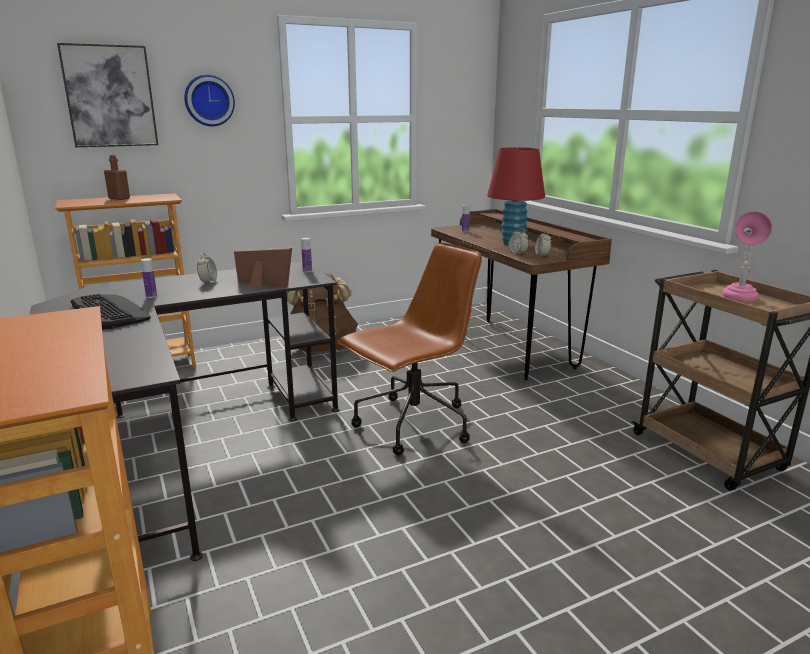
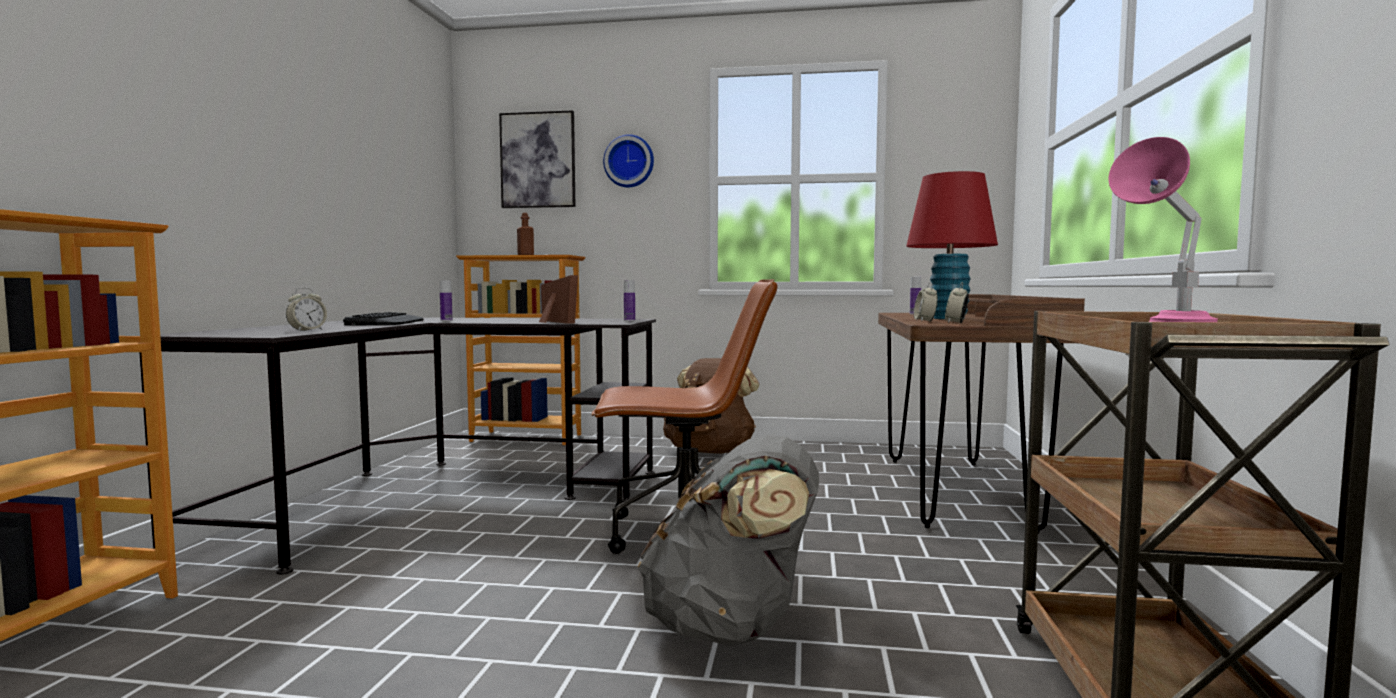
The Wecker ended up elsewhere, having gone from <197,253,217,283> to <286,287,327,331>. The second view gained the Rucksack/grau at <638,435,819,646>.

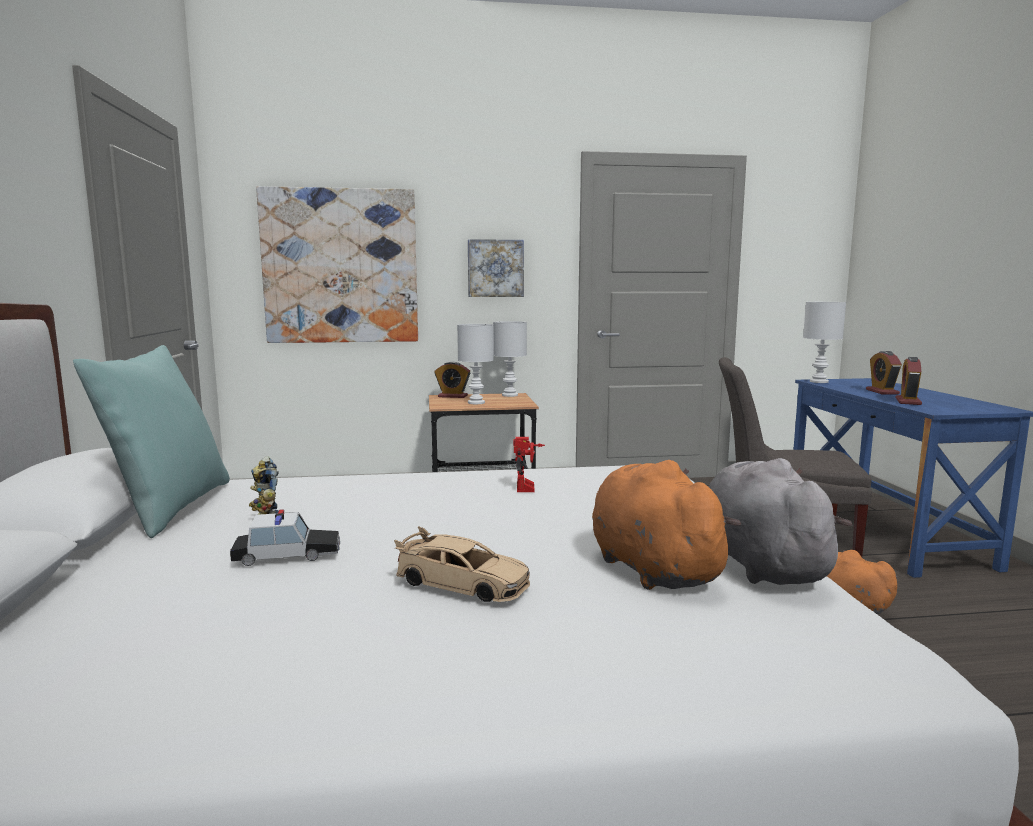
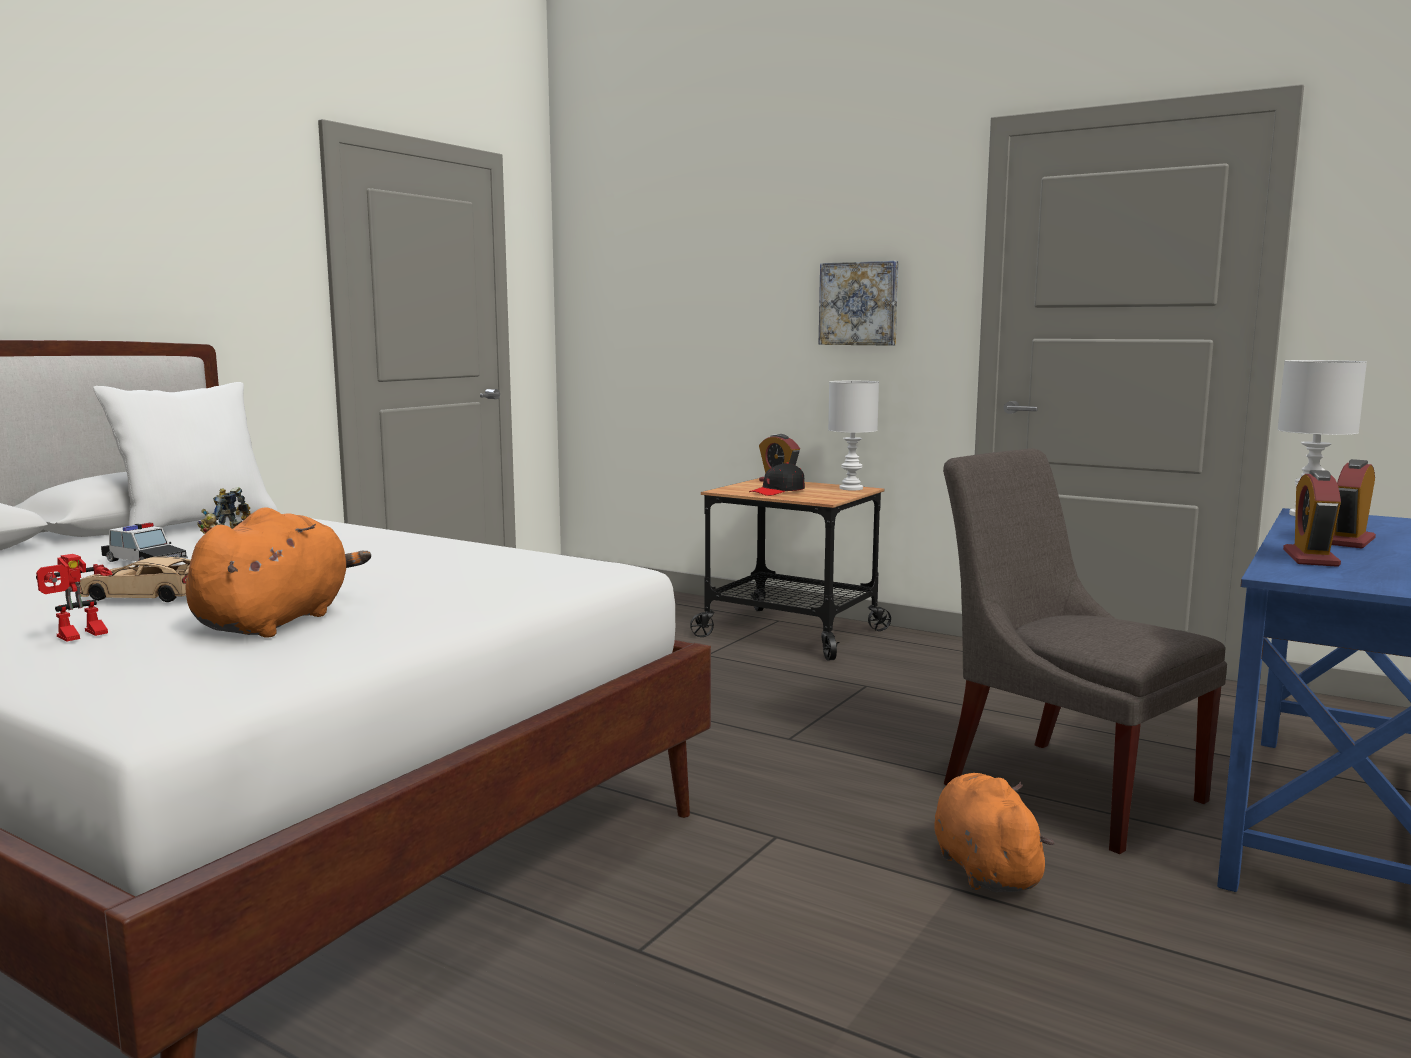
The second view lost the Bild at <256,186,418,343>. Where the Tischlampe/weiß stood at <457,324,494,404>, the Kappe/schwarz came to stand at <749,463,805,496>. What was the Kissen/türkis at <73,345,230,538> turned into the Kissen/weiß at <93,382,278,527>. The Wecker at <896,357,922,405> ended up facing another way, 45 degrees counterclockwise from before. The Spielzeugroboter ended up elsewhere, having gone from <513,437,545,492> to <36,554,112,642>. The second view lost the Plüschtier/grau at <709,458,852,585>. The Spielzeugauto/beige at <394,526,530,602> ended up facing another way, 120 degrees clockwise from before.

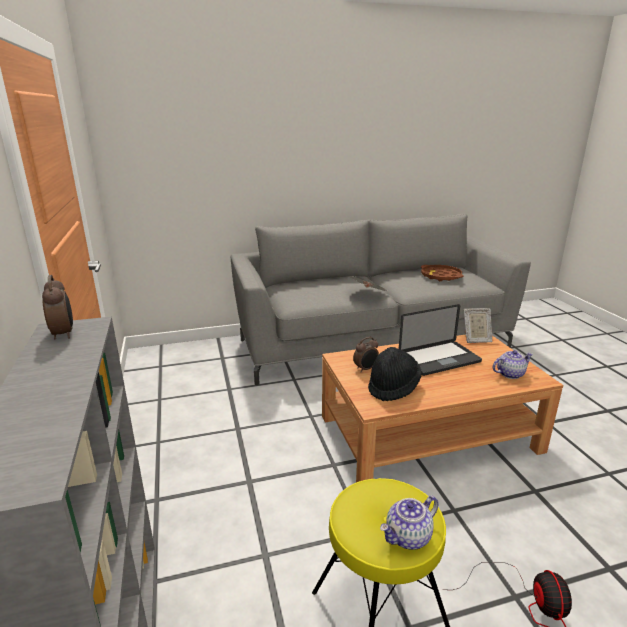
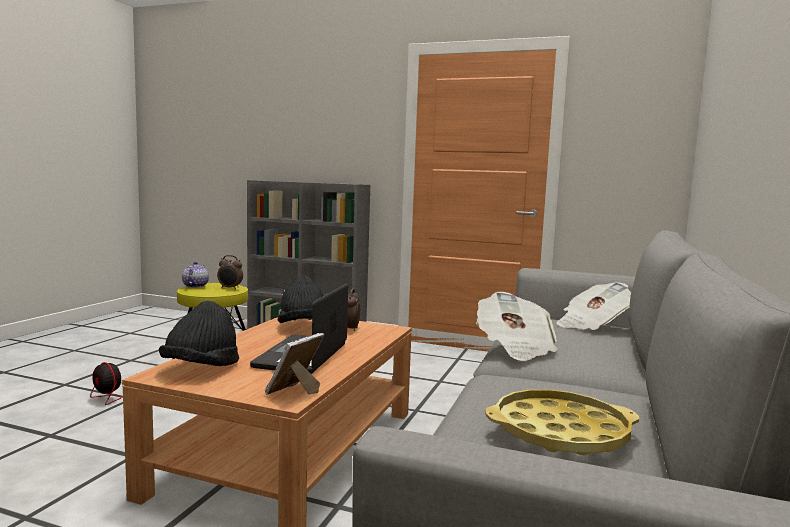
What was the Tablett/braun at <421,265,464,281> turned into the Tablett/gelb at <485,389,639,455>. The Wecker ended up elsewhere, having gone from <42,275,73,339> to <217,255,243,290>. Where the Teekanne stood at <493,350,533,379>, the Hut/schwarz came to stand at <159,301,239,366>. The second view gained the Zeitung at <556,282,631,330>.

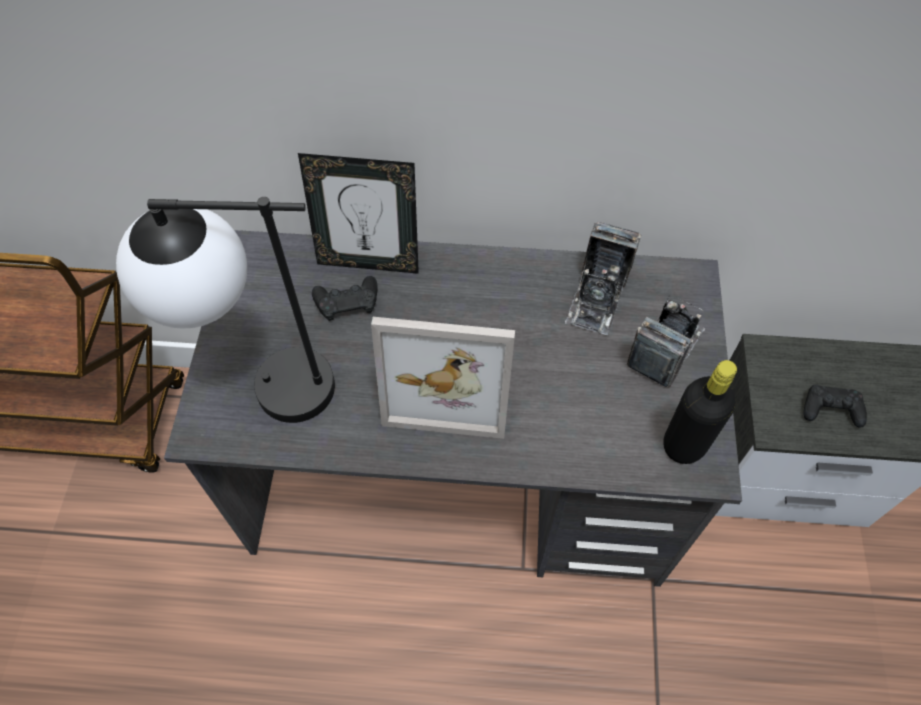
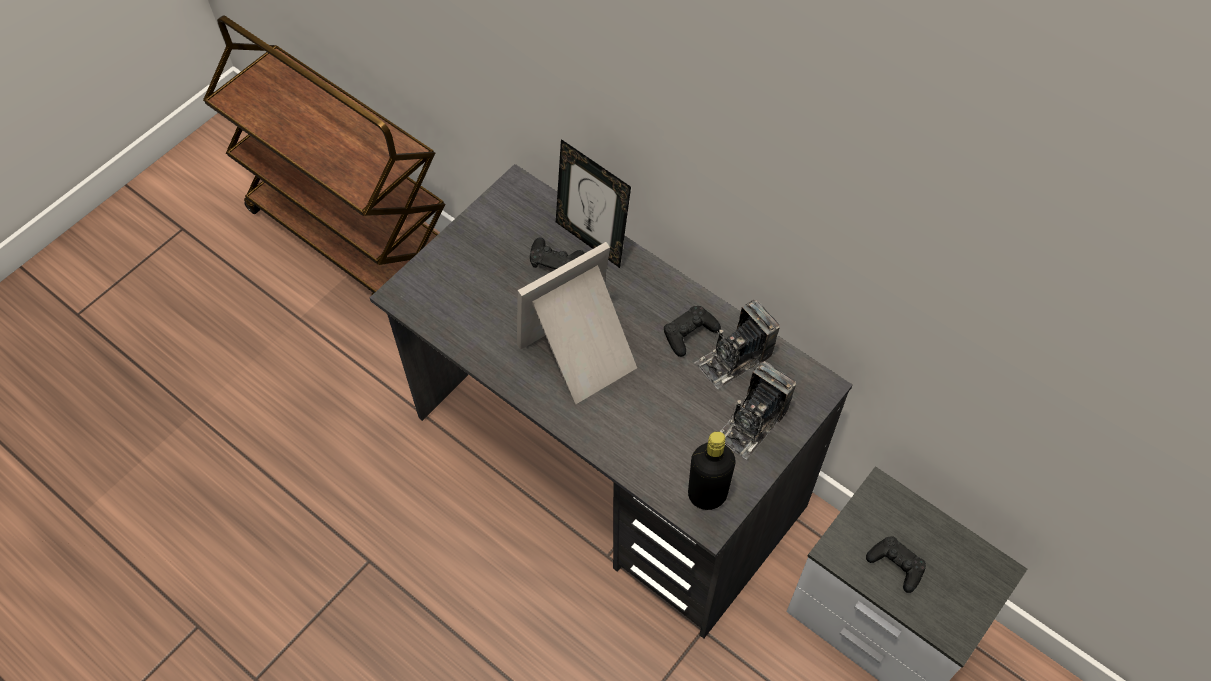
The second view lost the Tischlampe at <116,197,335,423>. The Kamera at <627,295,705,388> ended up facing another way, 150 degrees clockwise from before. The Bilderrahmen at <371,317,515,439> ended up facing another way, 105 degrees clockwise from before. The second view gained the Gamepad/schwarz at <664,306,721,357>.

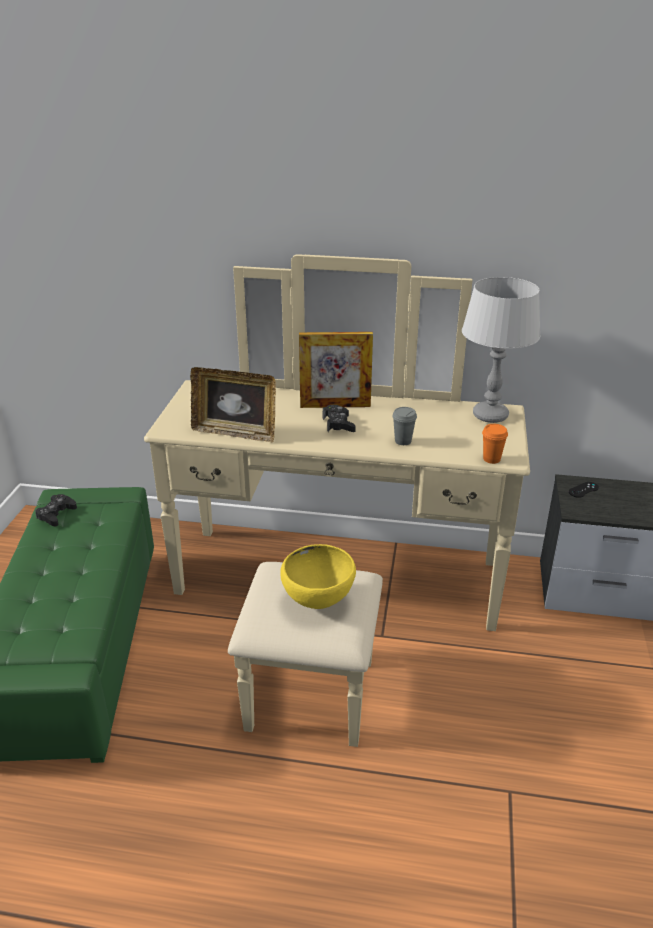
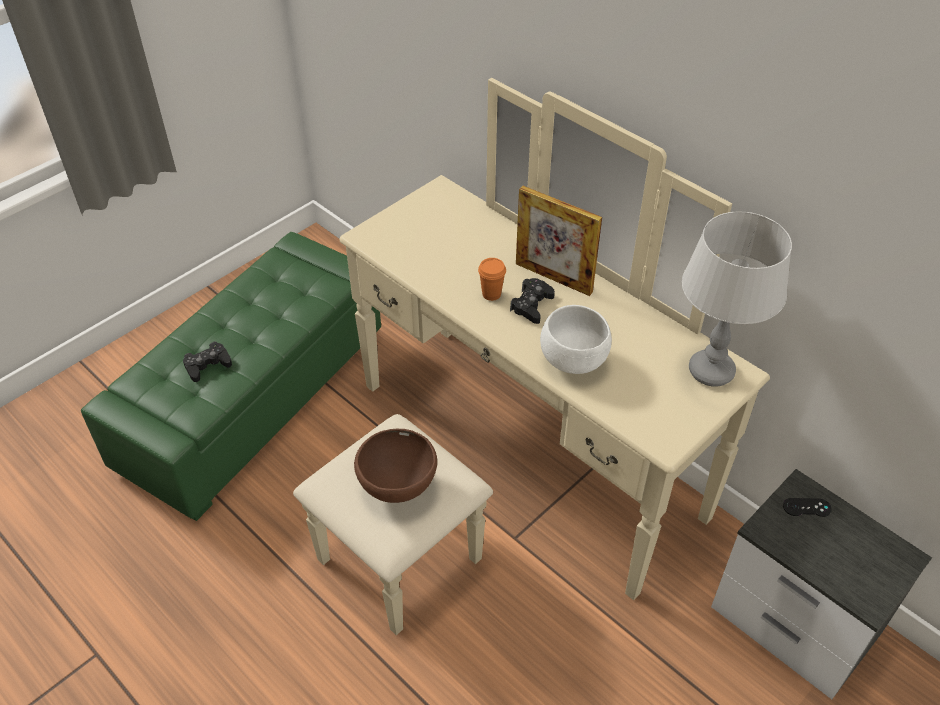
The second view lost the Bilderrahmen at <190,367,276,442>. Where the Tasse/grau stood at <392,407,417,445>, the Schüssel/weiß came to stand at <540,305,612,374>. The Tasse/orange ended up elsewhere, having gone from <482,424,508,464> to <478,258,506,301>. The Gamepad/schwarz ended up elsewhere, having gone from <35,494,77,526> to <183,342,232,382>. What was the Schüssel/gelb at <280,544,356,609> turned into the Schüssel/braun at <354,429,437,503>.

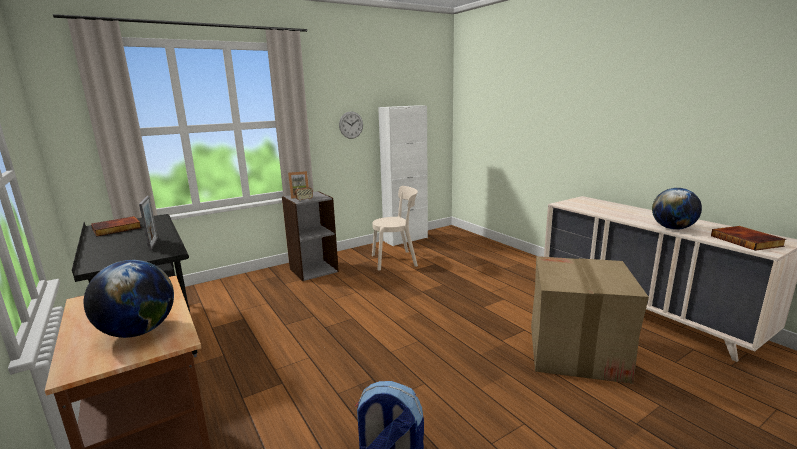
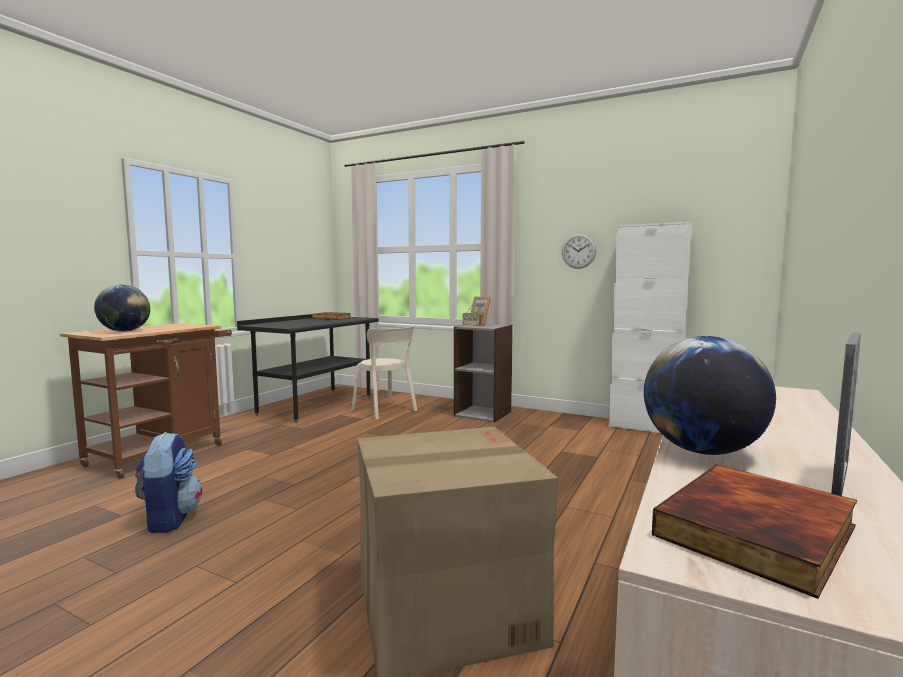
The Stuhl/beige ended up elsewhere, having gone from <372,186,418,271> to <351,326,418,420>. The Bilderrahmen ended up elsewhere, having gone from <139,196,158,251> to <831,332,861,496>.

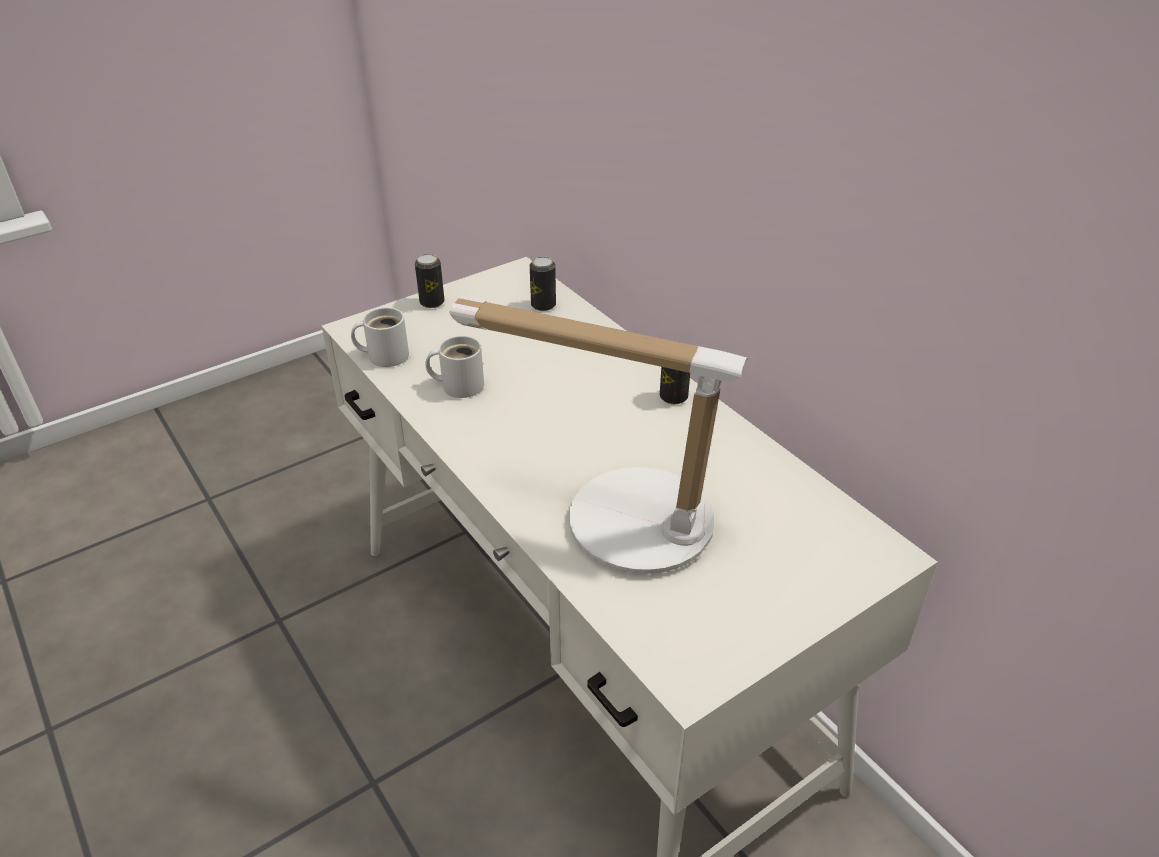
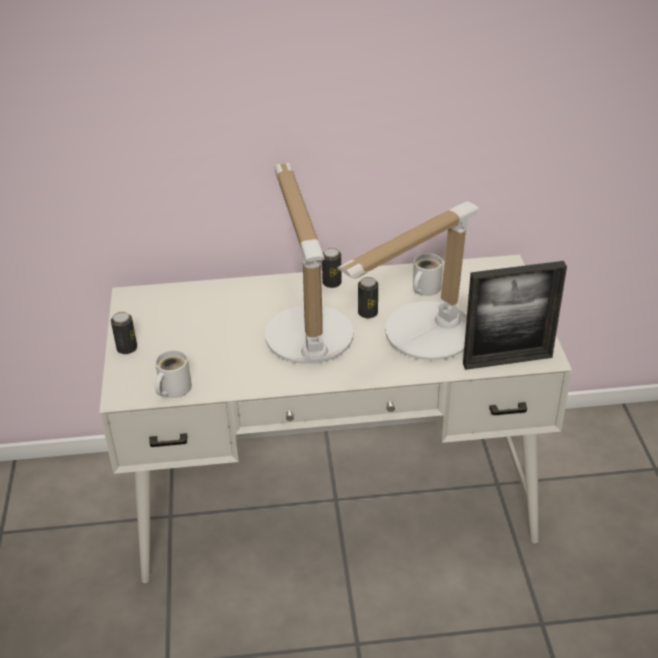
The Dose ended up elsewhere, having gone from <530,257,556,311> to <358,277,378,319>. The Henkelbecher/weiß ended up elsewhere, having gone from <425,336,484,398> to <413,253,443,296>. The second view gained the Tischlampe at <265,163,354,364>. The second view gained the Bilderrahmen at <463,261,567,370>.

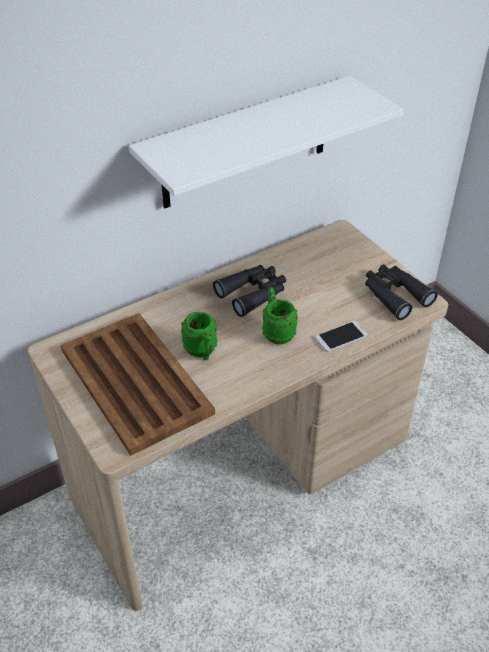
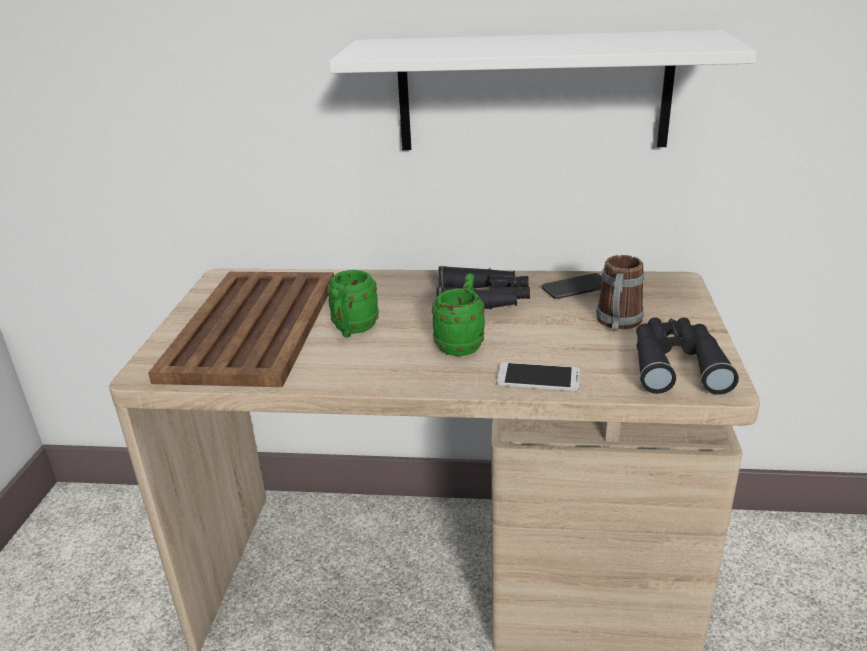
The second view gained the Henkelbecher at <596,255,644,331>. The second view gained the Handy at <542,273,602,299>.

